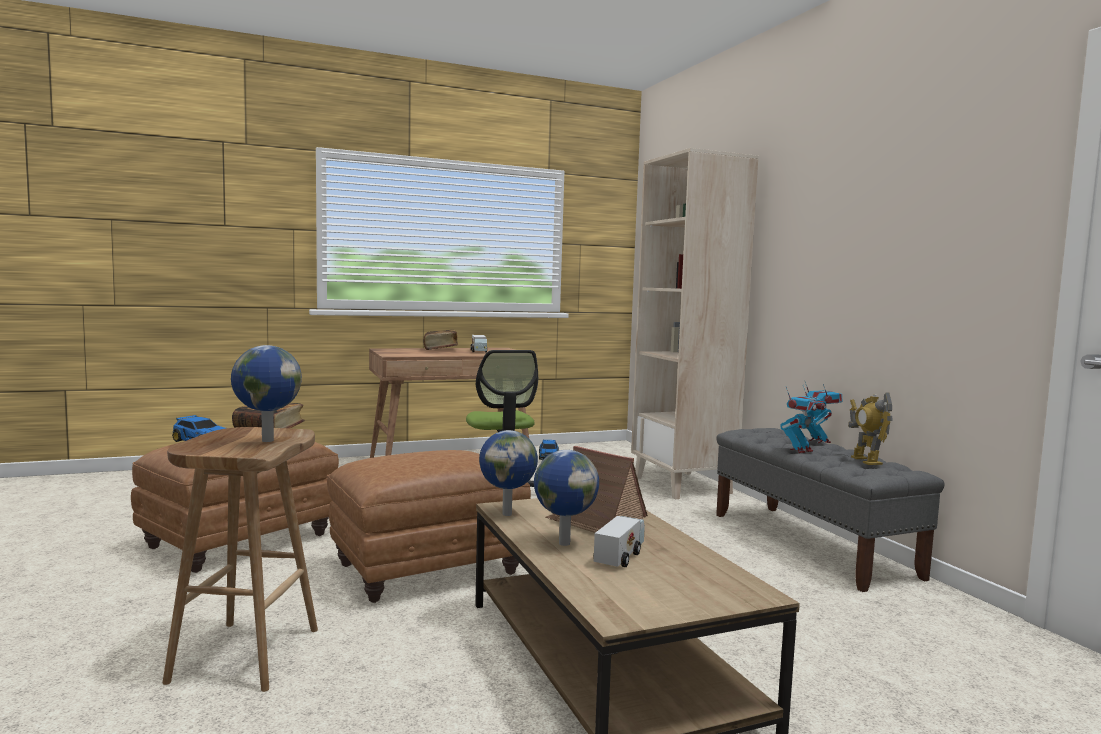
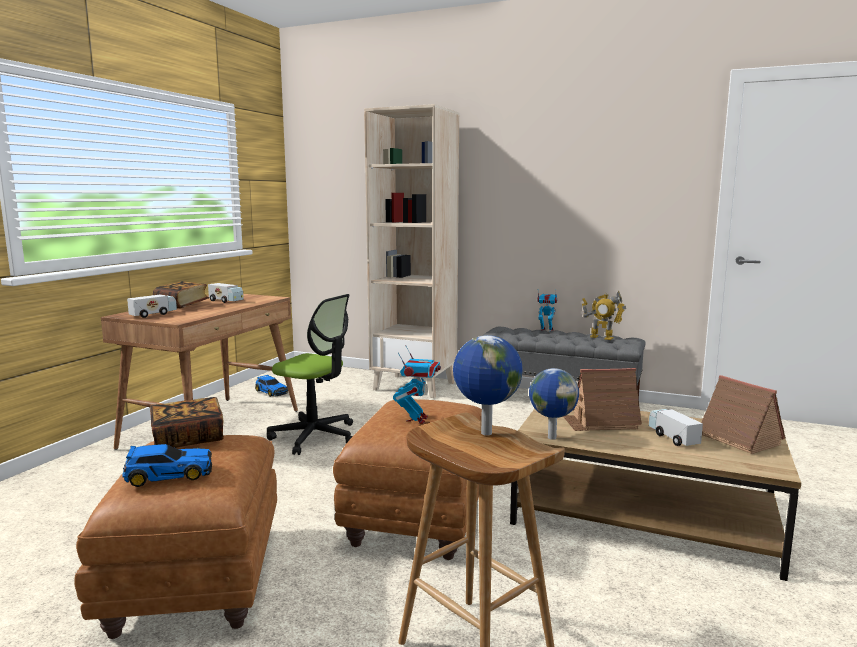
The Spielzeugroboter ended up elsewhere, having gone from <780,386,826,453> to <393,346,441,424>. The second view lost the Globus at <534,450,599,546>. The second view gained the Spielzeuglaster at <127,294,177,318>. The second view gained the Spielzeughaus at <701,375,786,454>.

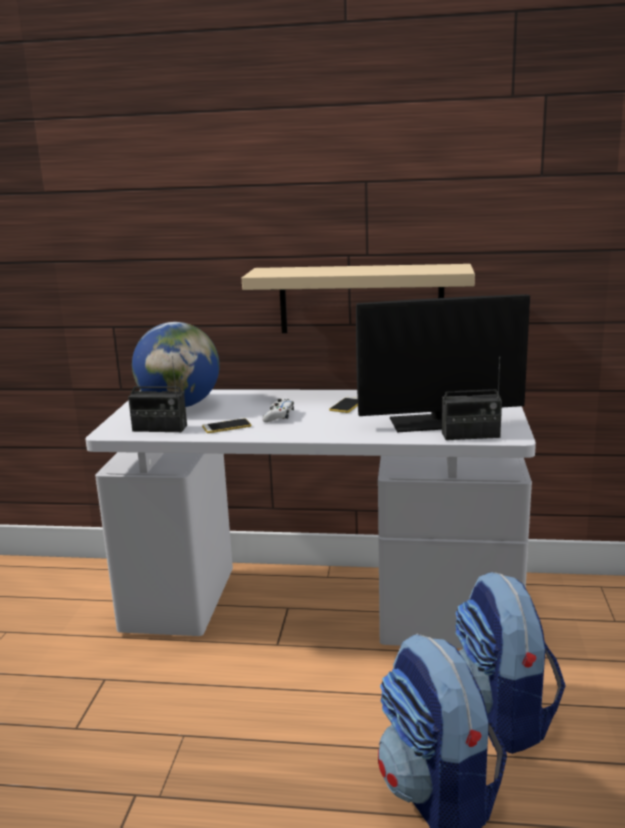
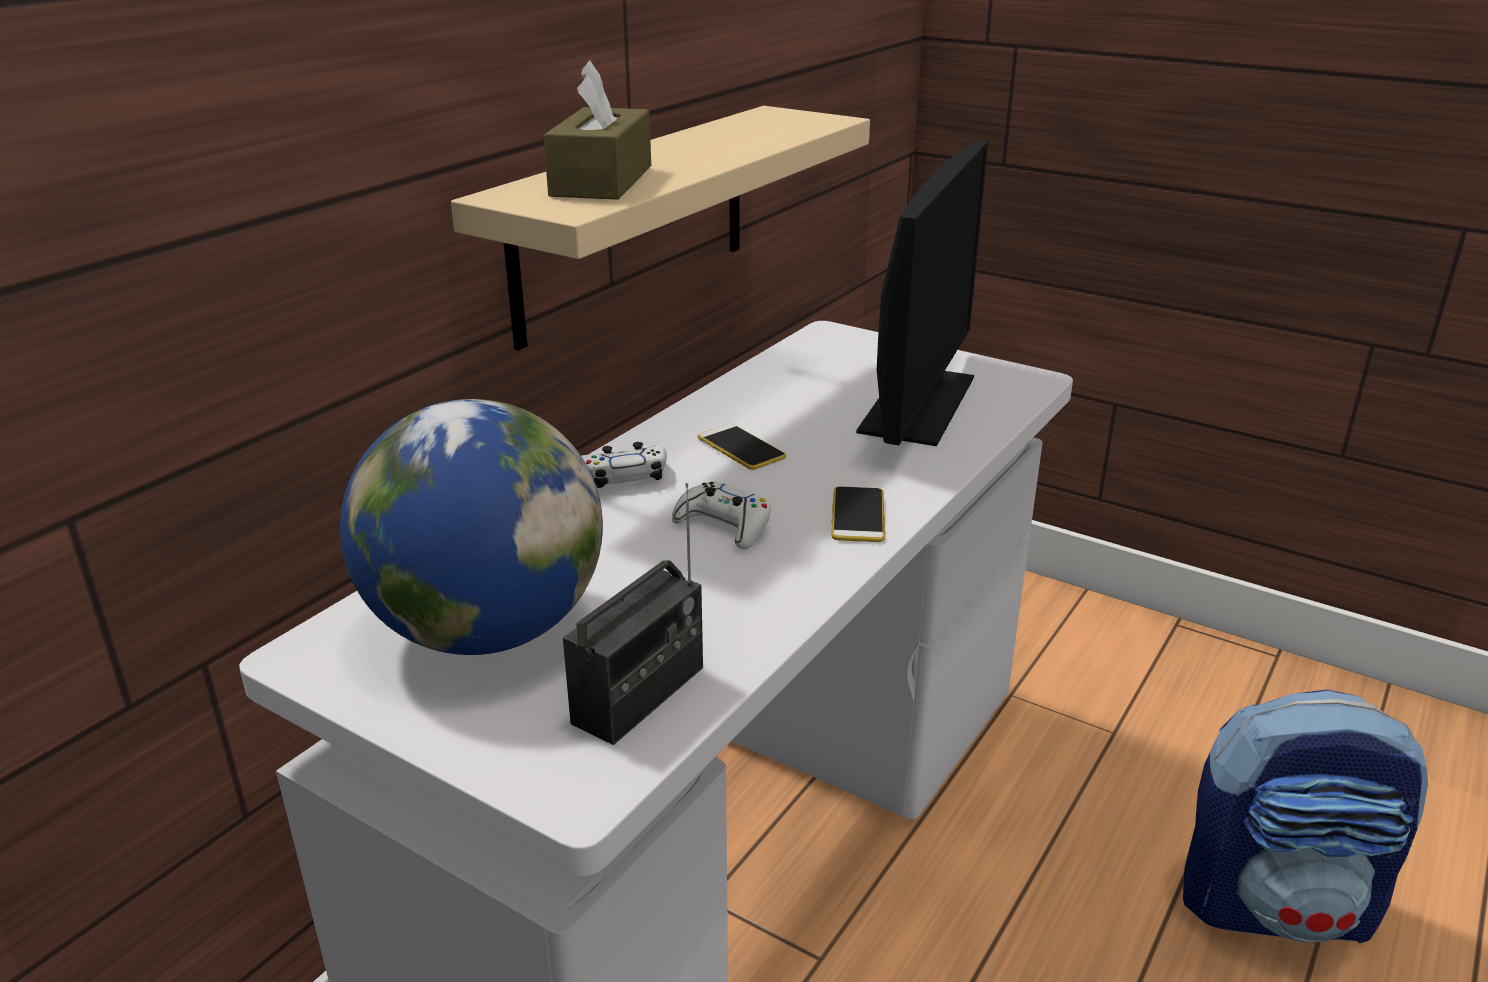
The second view lost the Radio at <442,357,502,440>. The Handy ended up elsewhere, having gone from <202,418,252,433> to <831,486,885,542>. The second view lost the Rucksack at <455,572,566,754>. The second view gained the Taschentuchbox/braun at <543,61,651,200>. The second view gained the Gamepad/weiß at <582,442,667,488>.

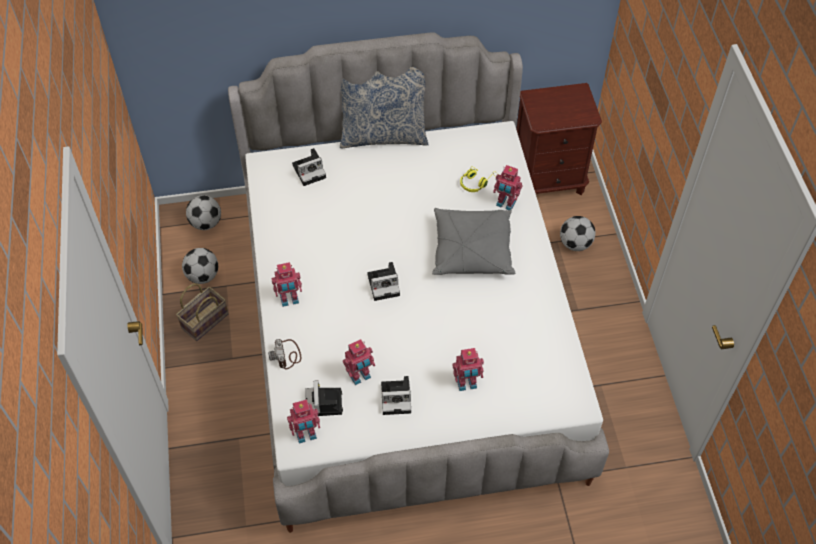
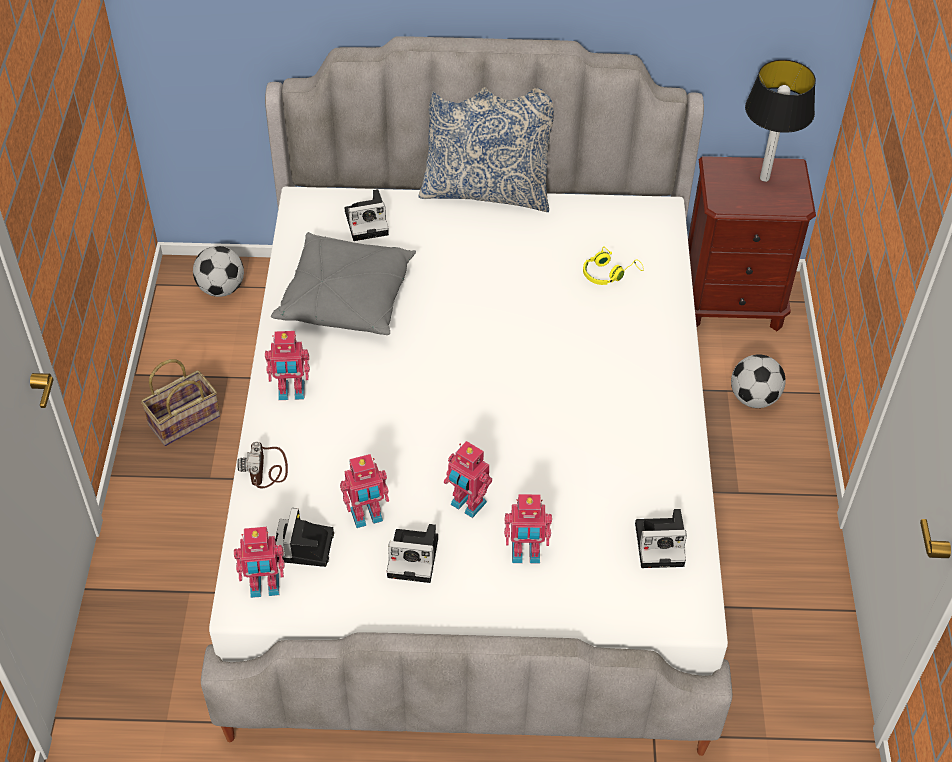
The Spielzeugroboter ended up elsewhere, having gone from <493,165,522,210> to <444,441,492,518>. The Kissen/grau ended up elsewhere, having gone from <432,208,515,275> to <271,232,416,335>. The second view lost the Fußball at <182,248,218,284>. The Kamera ended up elsewhere, having gone from <367,262,400,301> to <635,509,687,568>. The second view gained the Tischlampe at <745,60,816,182>.

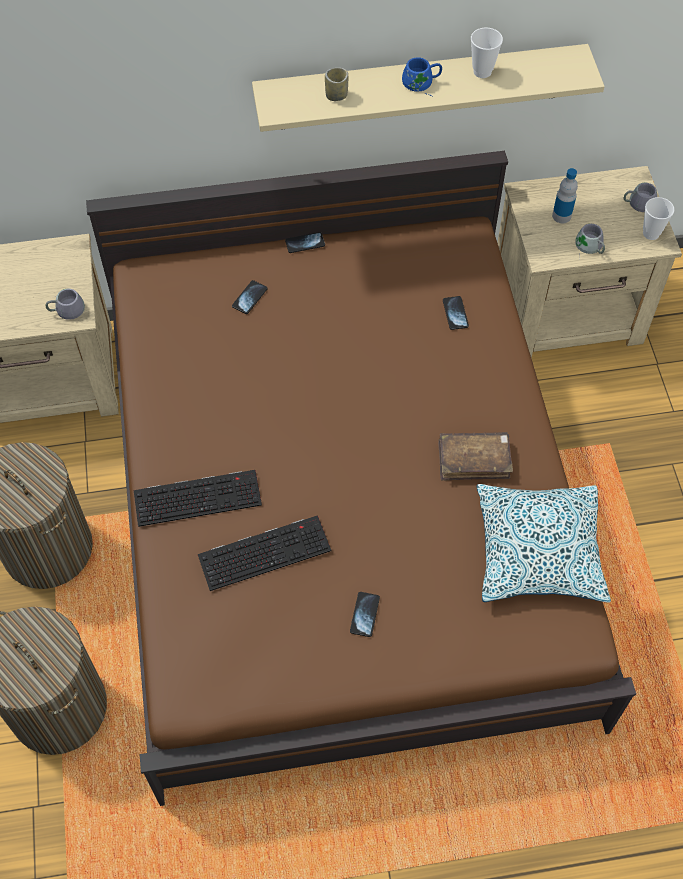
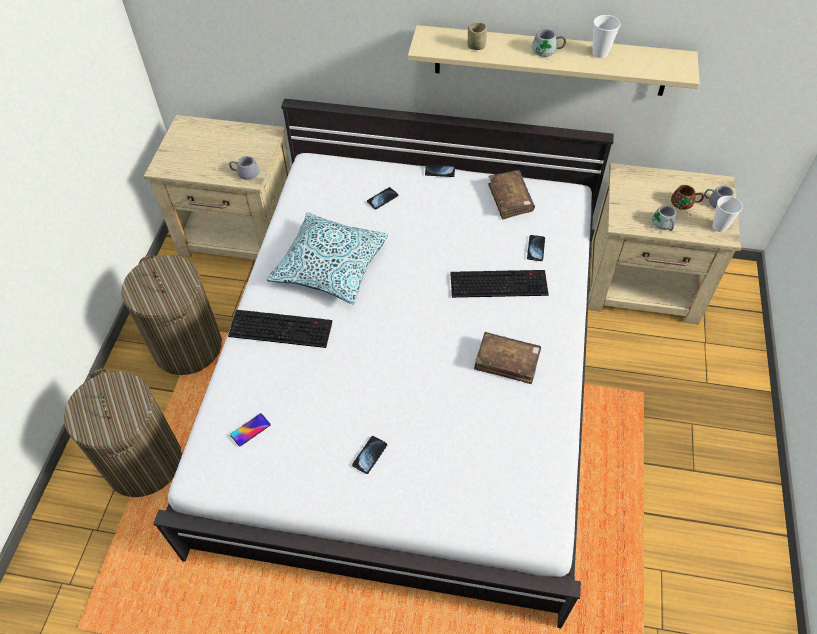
What was the Henkelbecher/blau at <402,57,442,95> turned into the Henkelbecher/grau at <532,29,566,62>. What was the Bett/braun at <86,151,636,806> turned into the Bett/weiß at <153,98,614,628>. The second view lost the Flasche at <552,168,578,223>. The Kissen ended up elsewhere, having gone from <477,484,611,603> to <267,212,388,304>. The Tastatur ended up elsewhere, having gone from <198,515,331,591> to <450,270,549,298>. The second view gained the Buch/braun at <488,170,535,220>. The second view gained the Henkelbecher/braun at <671,185,704,214>. The second view gained the Handy at <230,413,271,447>.

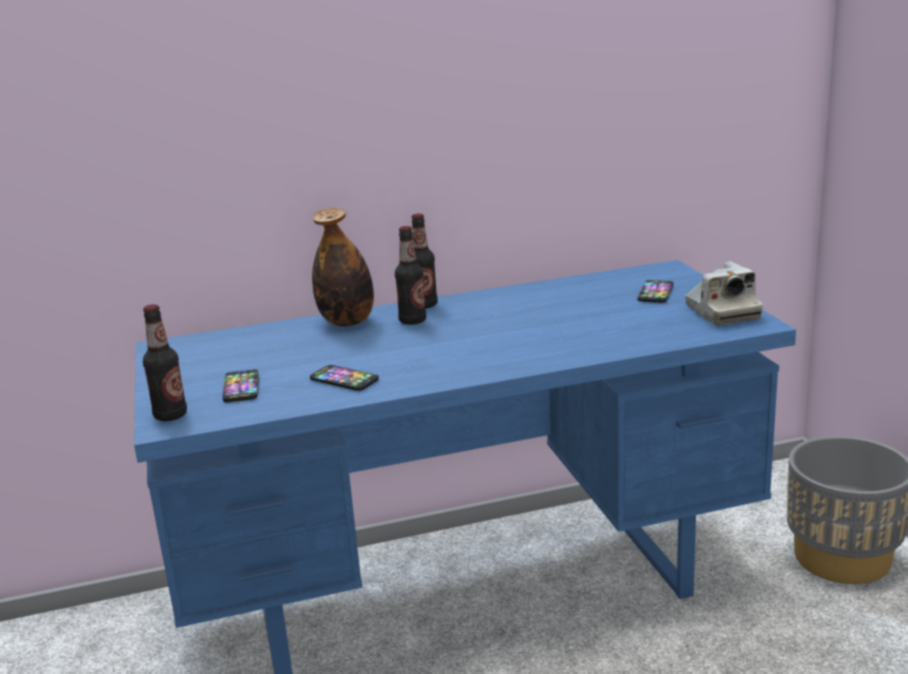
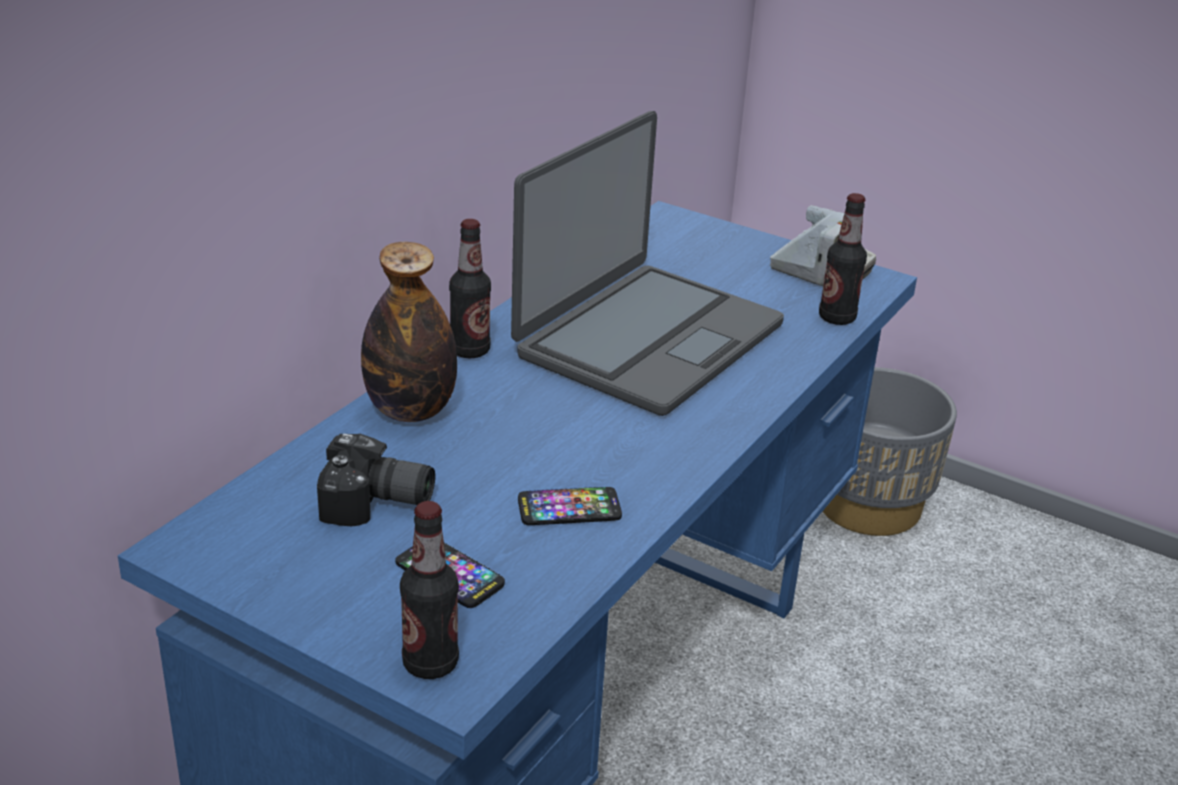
The Flasche ended up elsewhere, having gone from <395,226,426,325> to <819,193,867,325>. The second view lost the Handy at <637,280,674,303>. The second view gained the Laptop at <511,111,784,416>. The second view gained the Kamera at <317,434,435,526>.

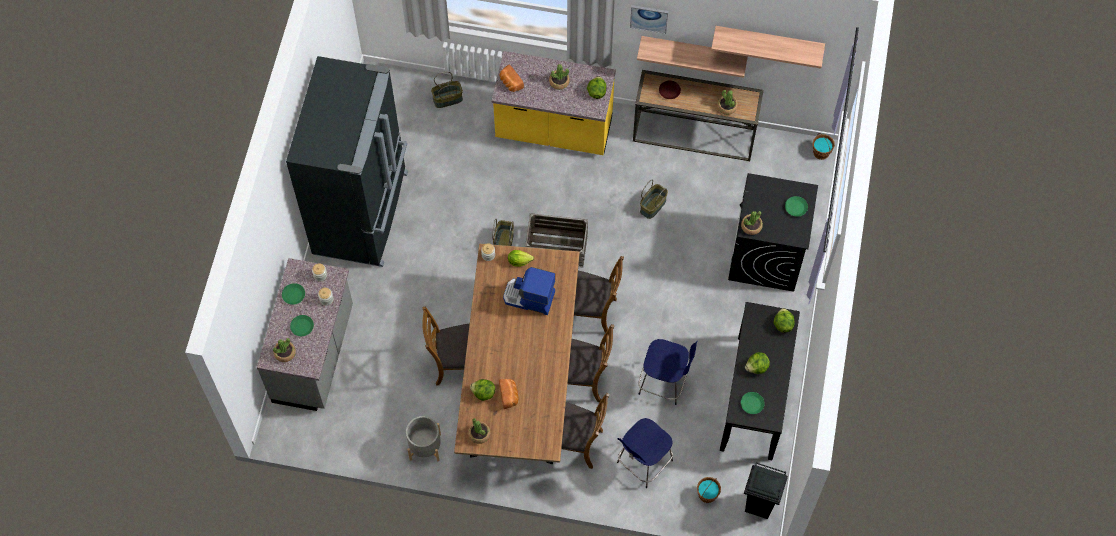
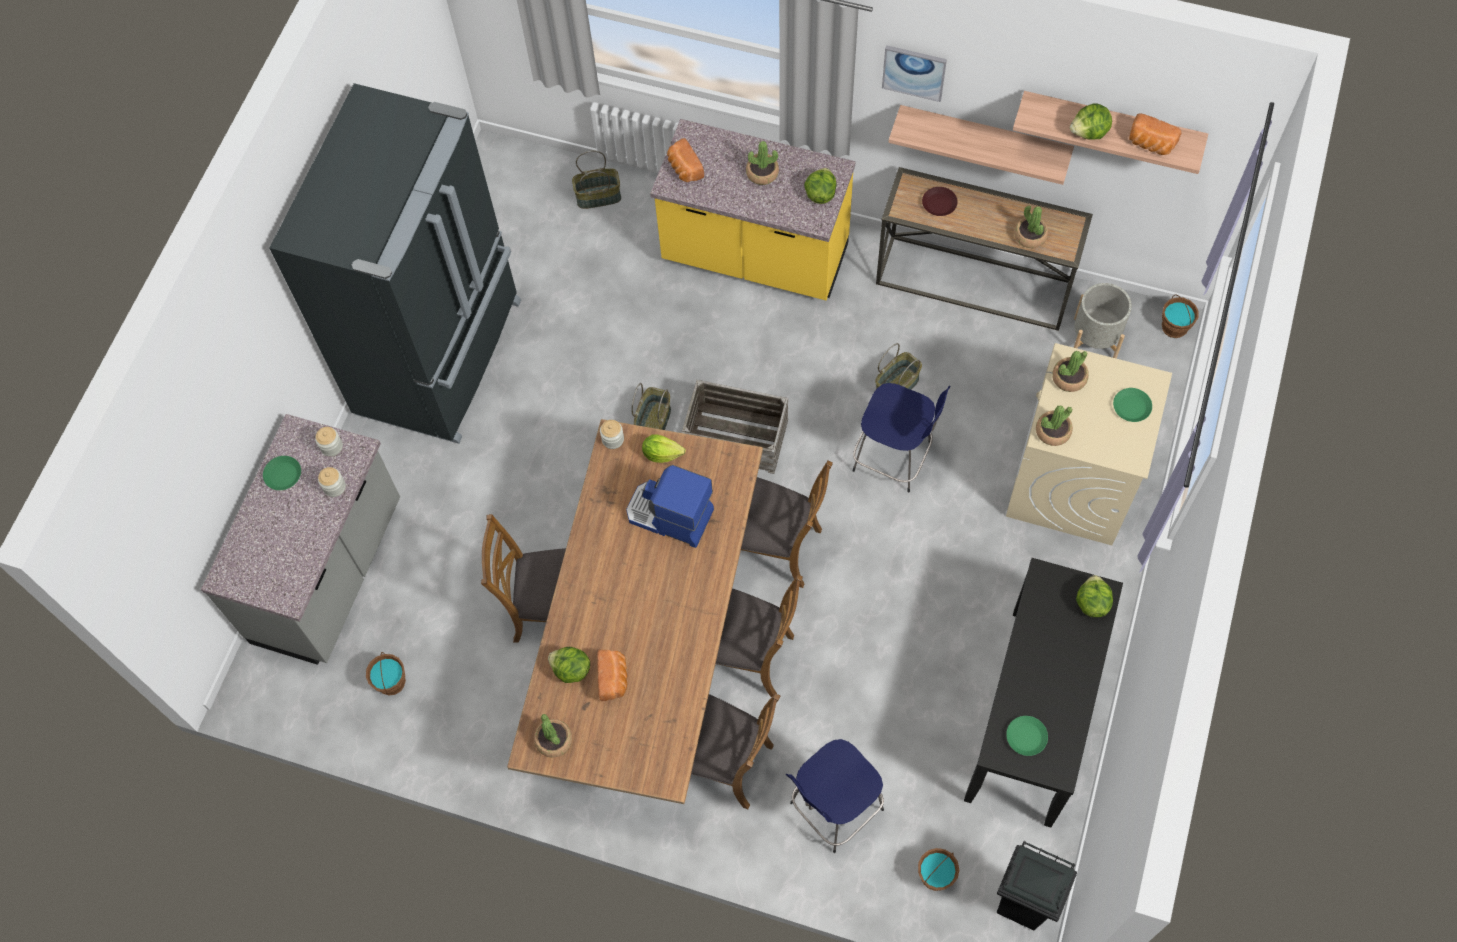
What was the Waschmaschine/schwarz at <728,173,818,292> turned into the Waschmaschine/beige at <1006,343,1172,545>. The second view lost the Teller/grün at <290,315,314,336>. The Topfpflanze ended up elsewhere, having gone from <273,338,296,362> to <1052,351,1089,392>. The Hocker/blau ended up elsewhere, having gone from <638,339,698,405> to <852,383,951,493>. The Salatkopf ended up elsewhere, having gone from <745,352,770,374> to <1070,104,1112,140>. The Pflanzkübel/grau ended up elsewhere, having gone from <406,416,441,461> to <1074,283,1132,359>. The second view gained the Brot at <1129,113,1181,155>. The second view gained the Eimer/braun at <366,652,406,695>.

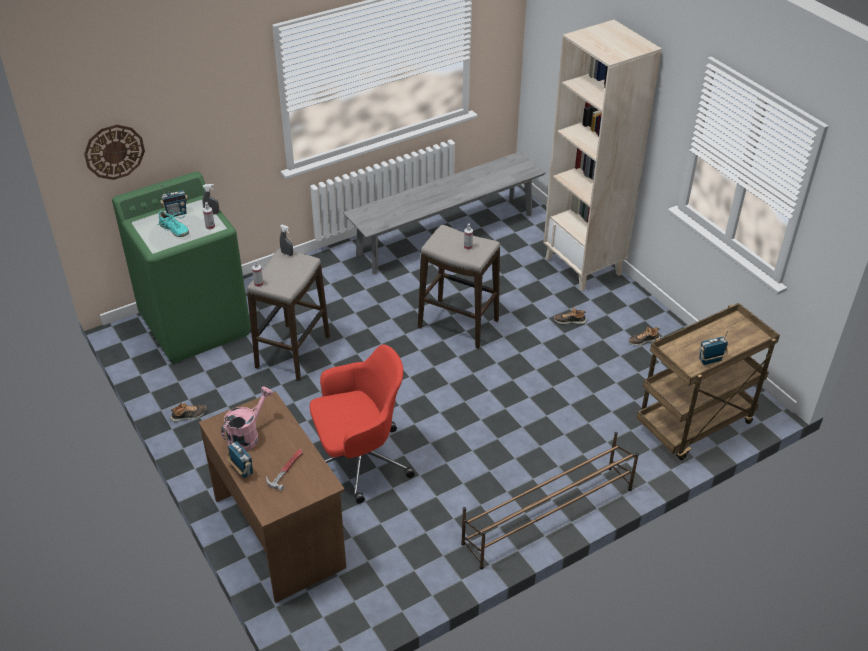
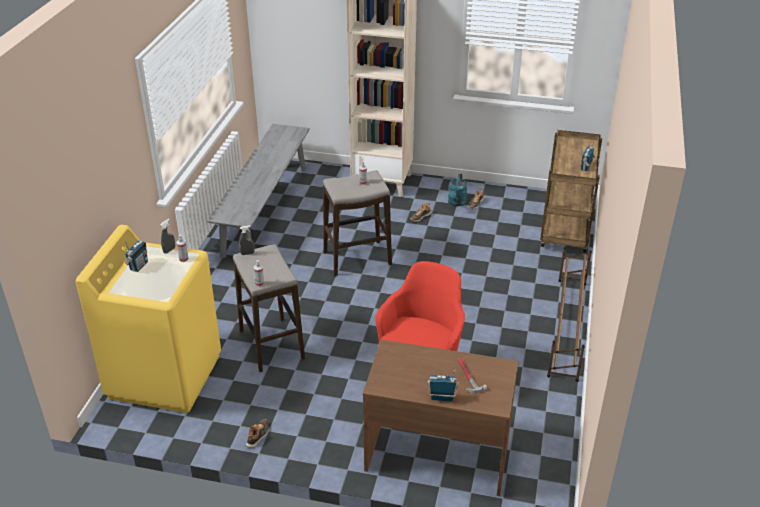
The second view lost the Wanduhr at <84,124,145,180>. What was the Waschmaschine/grün at <112,171,251,363> turned into the Waschmaschine/gelb at <76,225,221,413>. The second view lost the Schuh/türkis at <157,209,189,237>. The second view lost the Gießkanne/rosa at <221,386,273,451>. The second view gained the Gießkanne/türkis at <448,173,467,206>.

